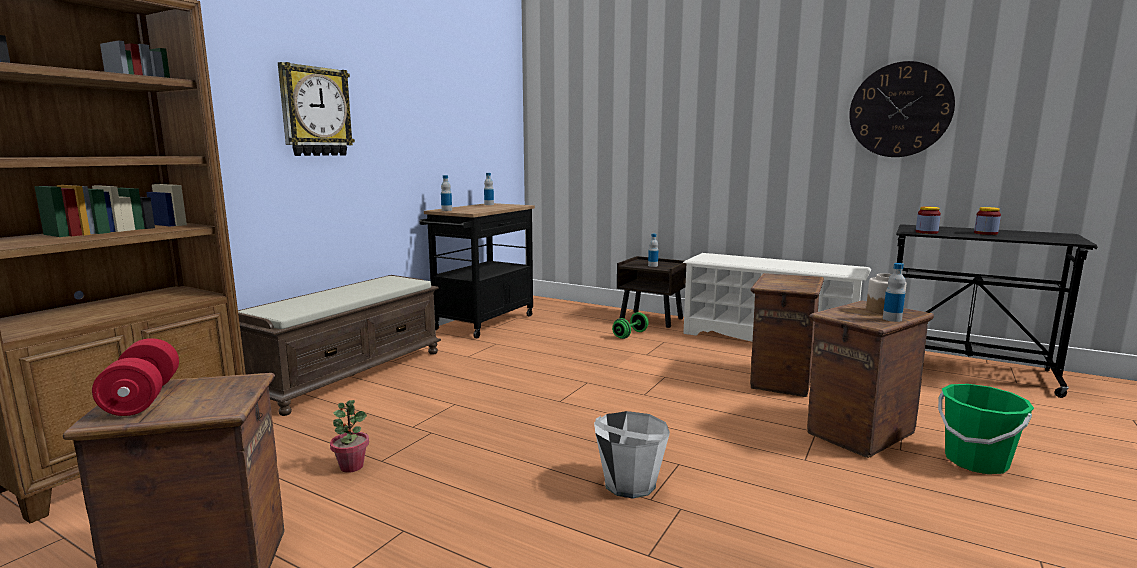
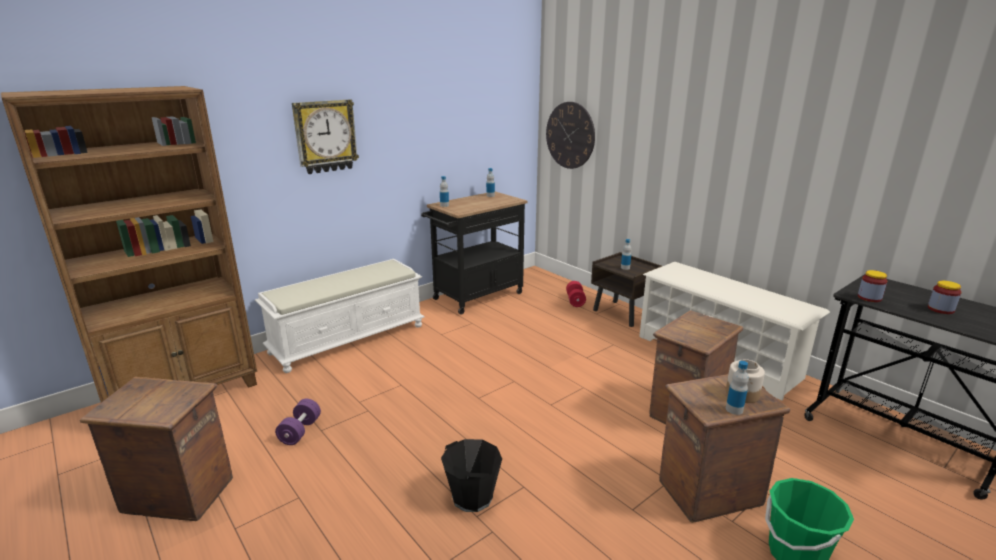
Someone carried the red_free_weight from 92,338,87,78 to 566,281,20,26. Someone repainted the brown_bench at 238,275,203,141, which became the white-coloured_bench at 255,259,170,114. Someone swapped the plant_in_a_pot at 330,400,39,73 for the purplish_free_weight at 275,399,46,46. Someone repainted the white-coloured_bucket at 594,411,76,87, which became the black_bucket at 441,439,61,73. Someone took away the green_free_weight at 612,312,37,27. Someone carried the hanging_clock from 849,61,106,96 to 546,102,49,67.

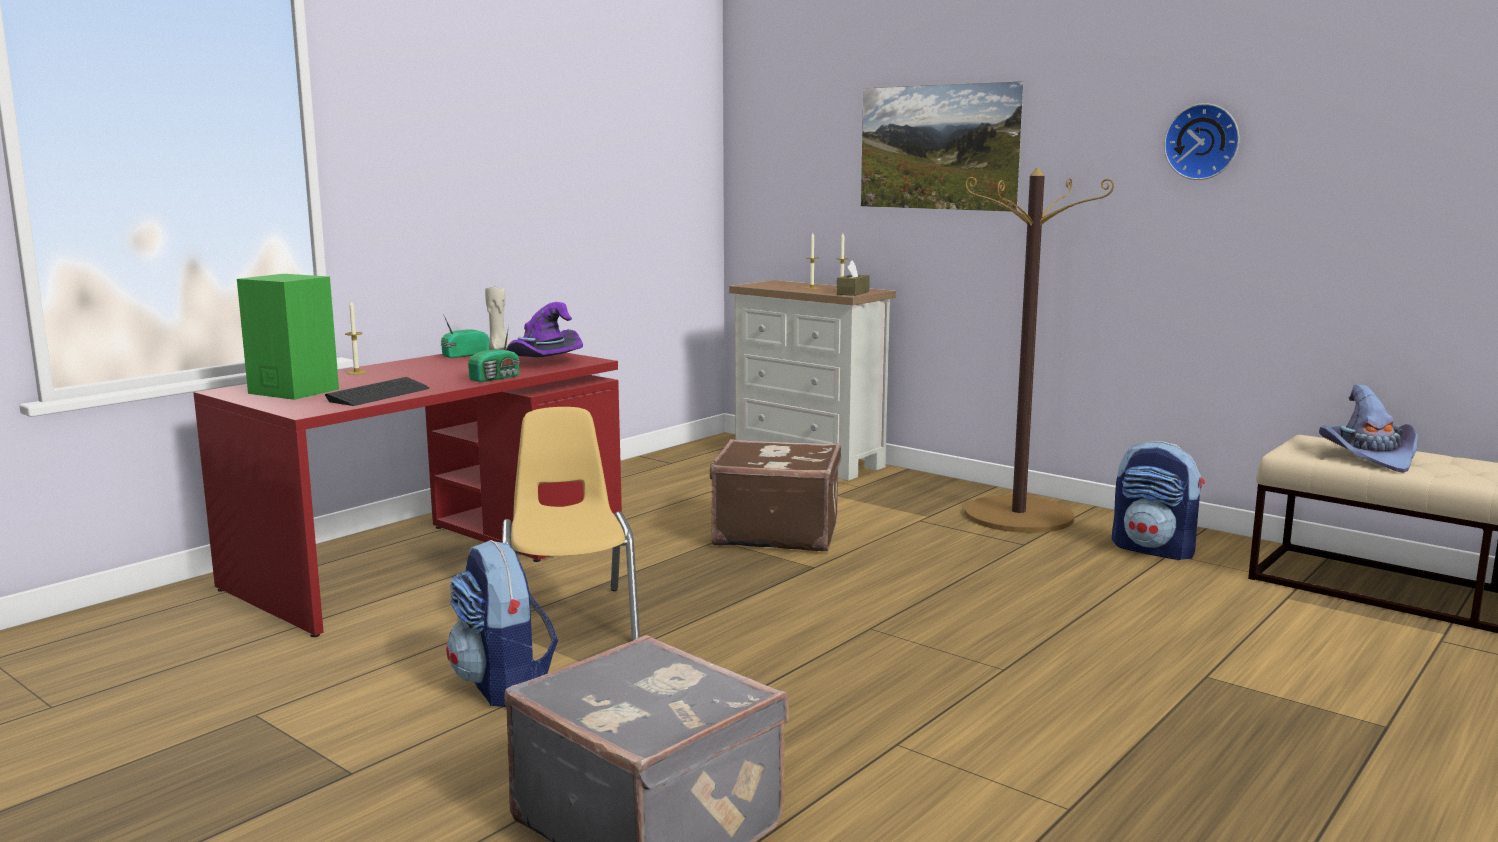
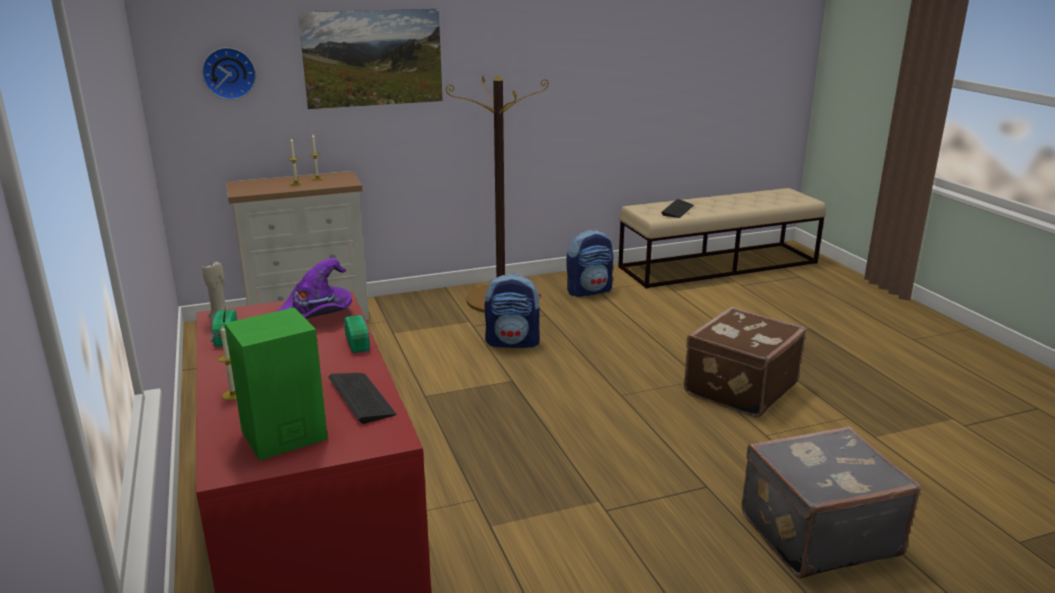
Someone carried the knapsack from 446,540,112,167 to 485,273,56,75. Someone took away the yellowish_plain_chair at 502,407,138,234. Someone carried the brown_travel_case from 710,439,131,112 to 684,307,122,110. Someone took away the brown_tissue_holder at 837,260,33,36. Someone carried the hanging_clock from 1164,103,76,77 to 202,47,54,53. Someone swapped the purplish_clothing_hat at 1319,385,99,88 for the PC_keyboard at 661,199,33,19.

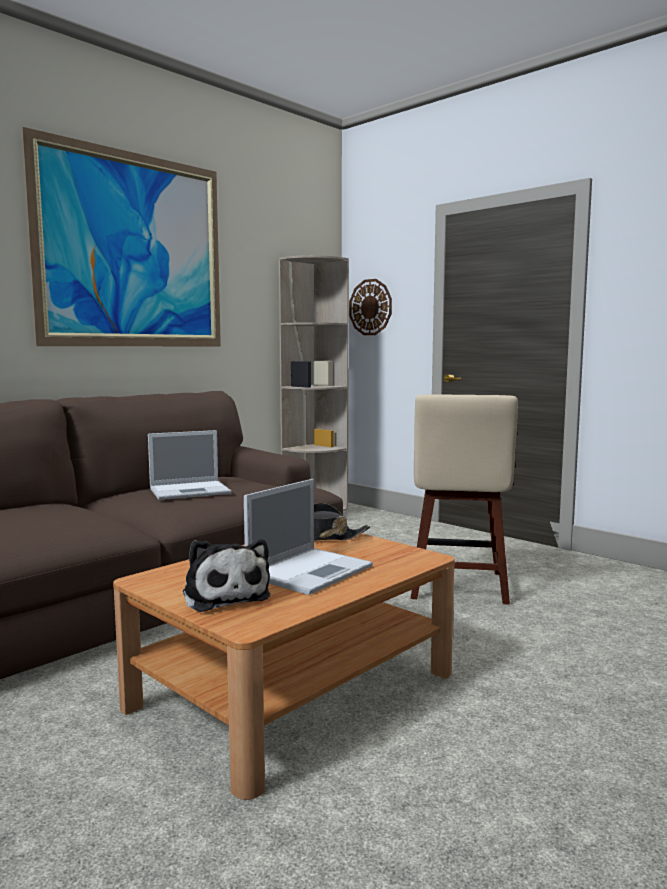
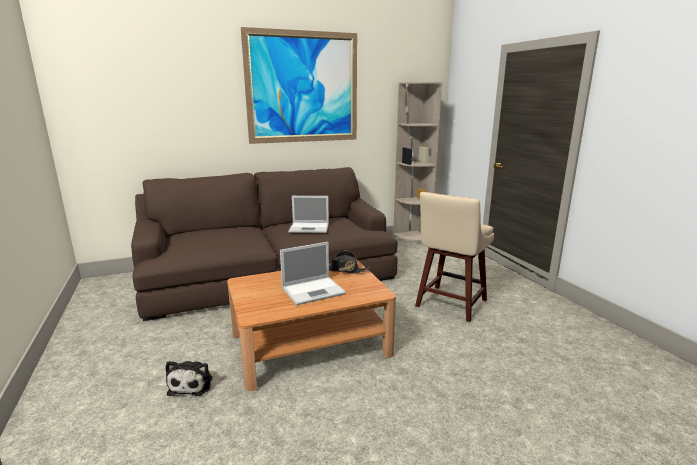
Someone carried the plush_toy from 183,539,88,73 to 165,361,47,35. Someone took away the hanging_clock at 349,279,43,56.

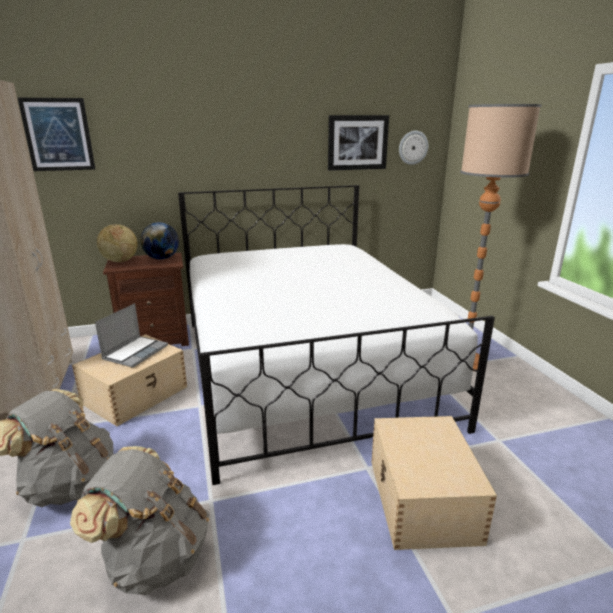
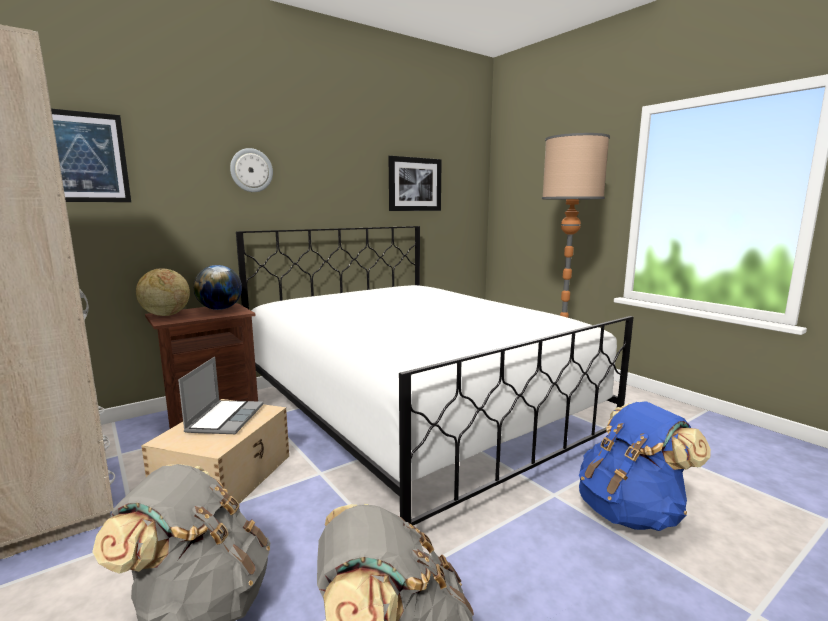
Someone swapped the beige-coloured_storage_box at 371,416,126,134 for the blue-coloured_knapsack at 579,401,132,130. Someone carried the hanging_clock from 399,131,29,34 to 230,148,43,44.

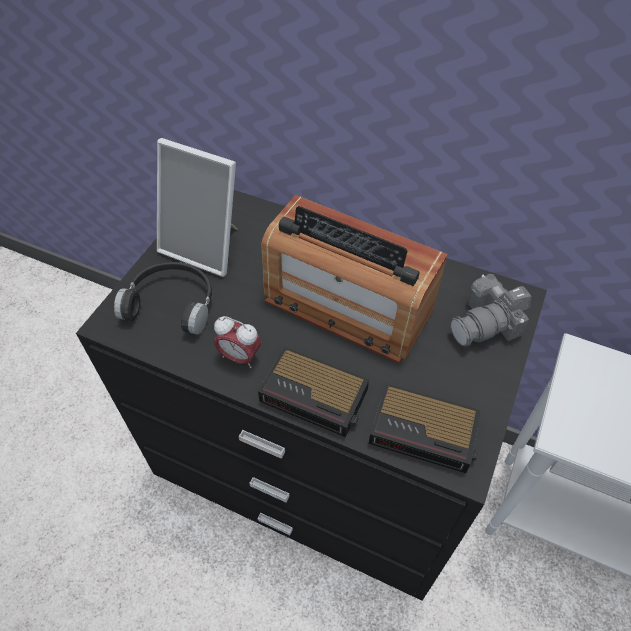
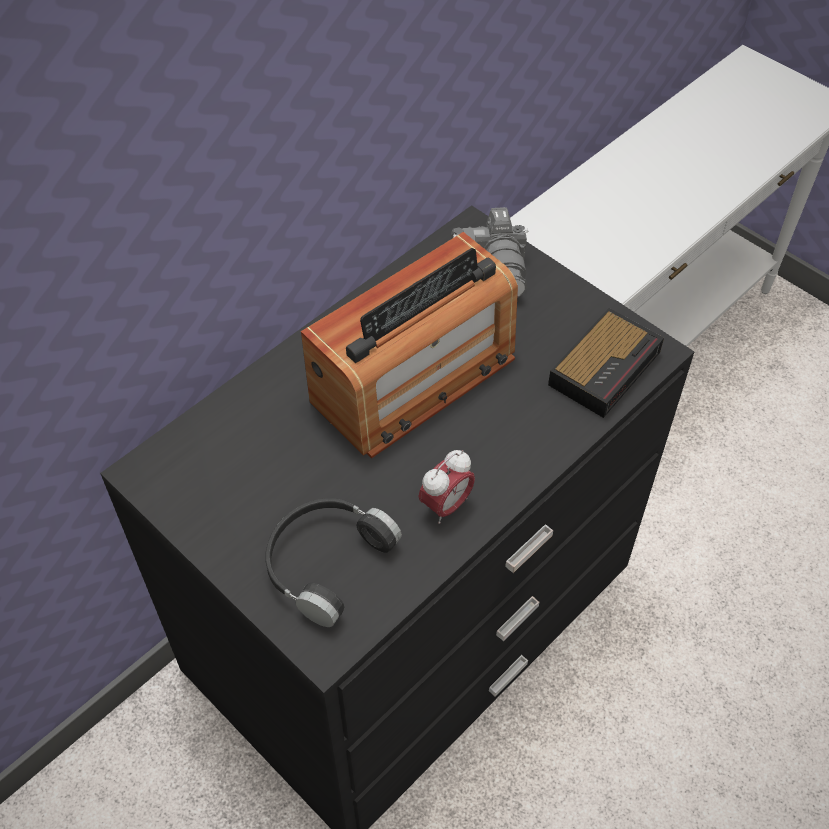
Someone took away the photo_frame at 157,138,81,139. Someone took away the table_clock at 258,347,111,90.

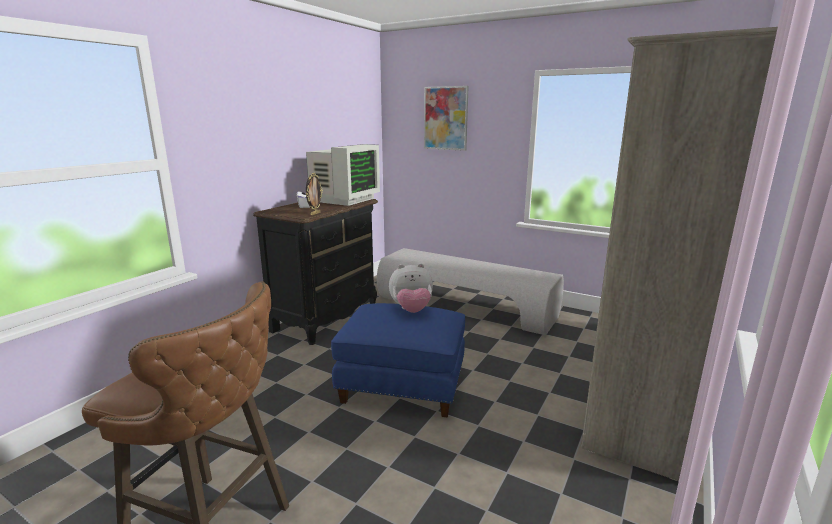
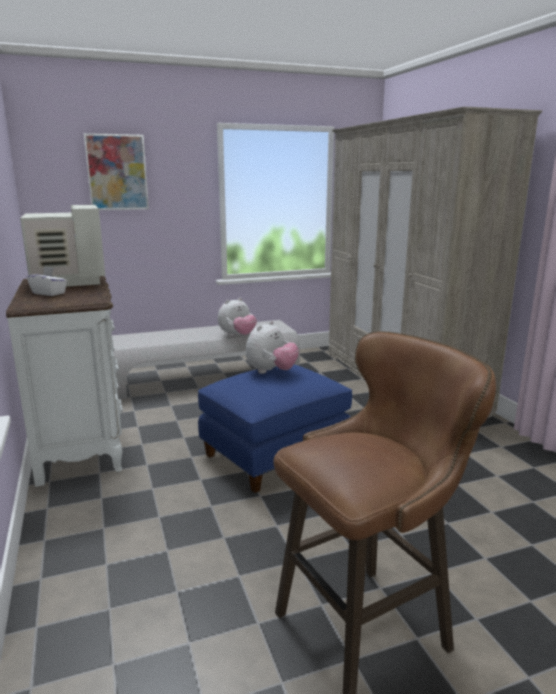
Someone repainted the black_drawer_chest at 253,199,125,146, which became the white-coloured_drawer_chest at 6,276,117,211. Someone took away the photo_frame at 306,173,17,42. Someone put down the plush_toy at 218,298,39,38.

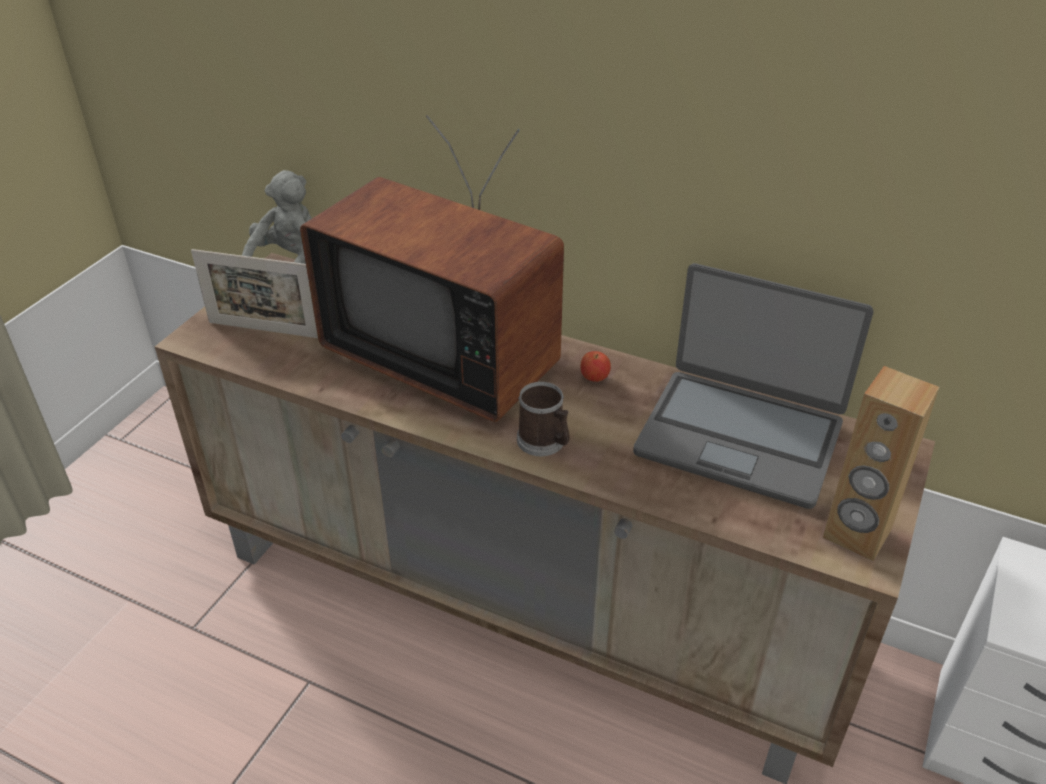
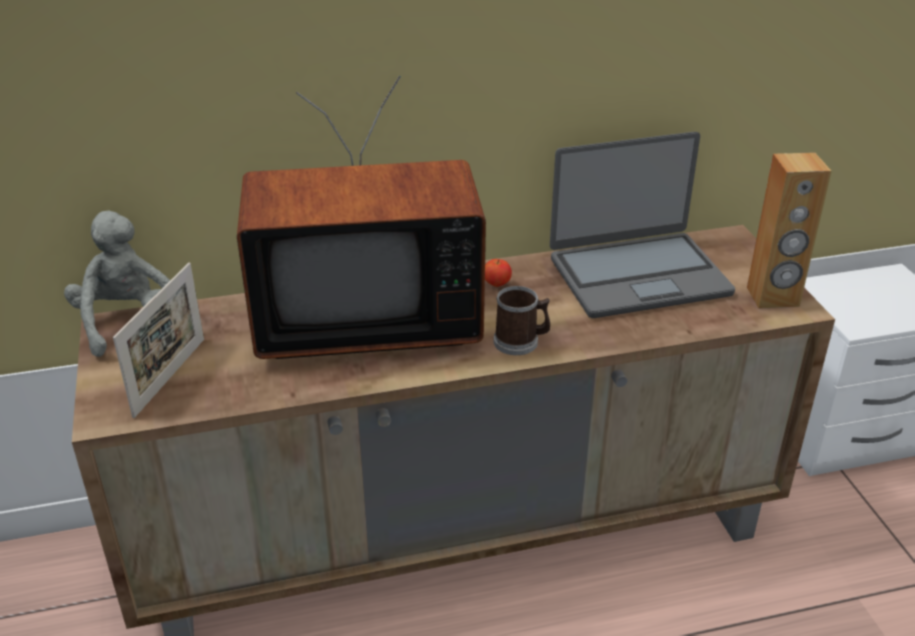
Someone rotated the photo_frame at 191,249,127,89 by 45 degrees counterclockwise.

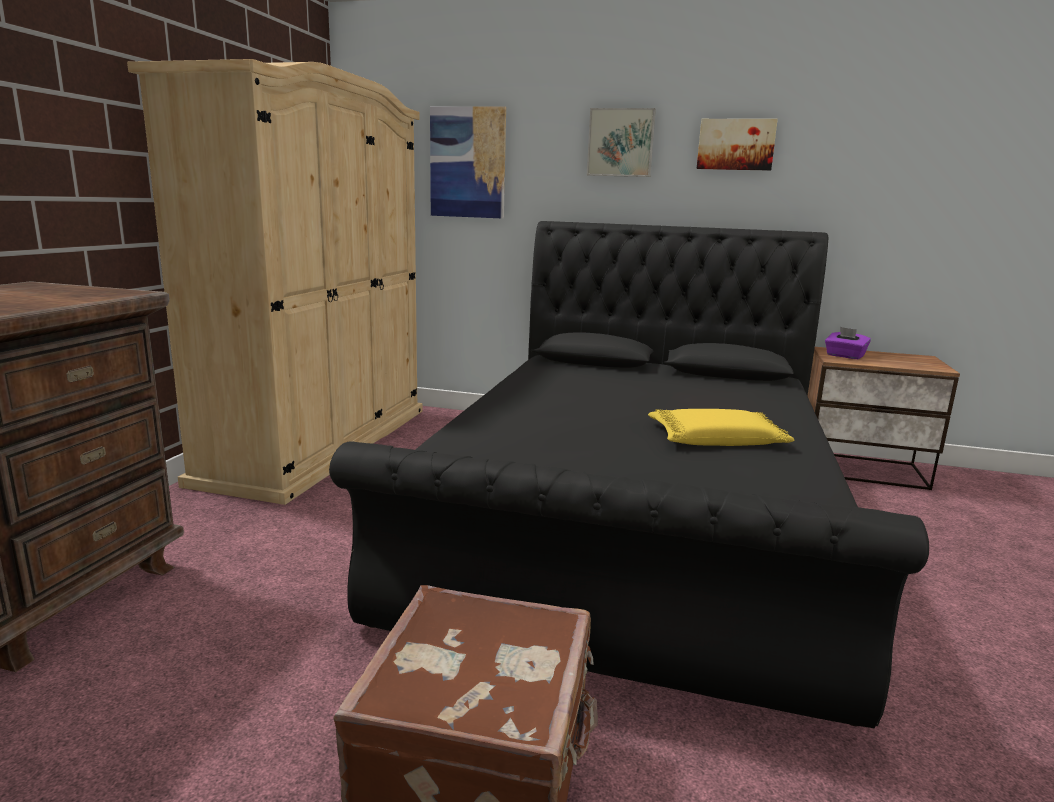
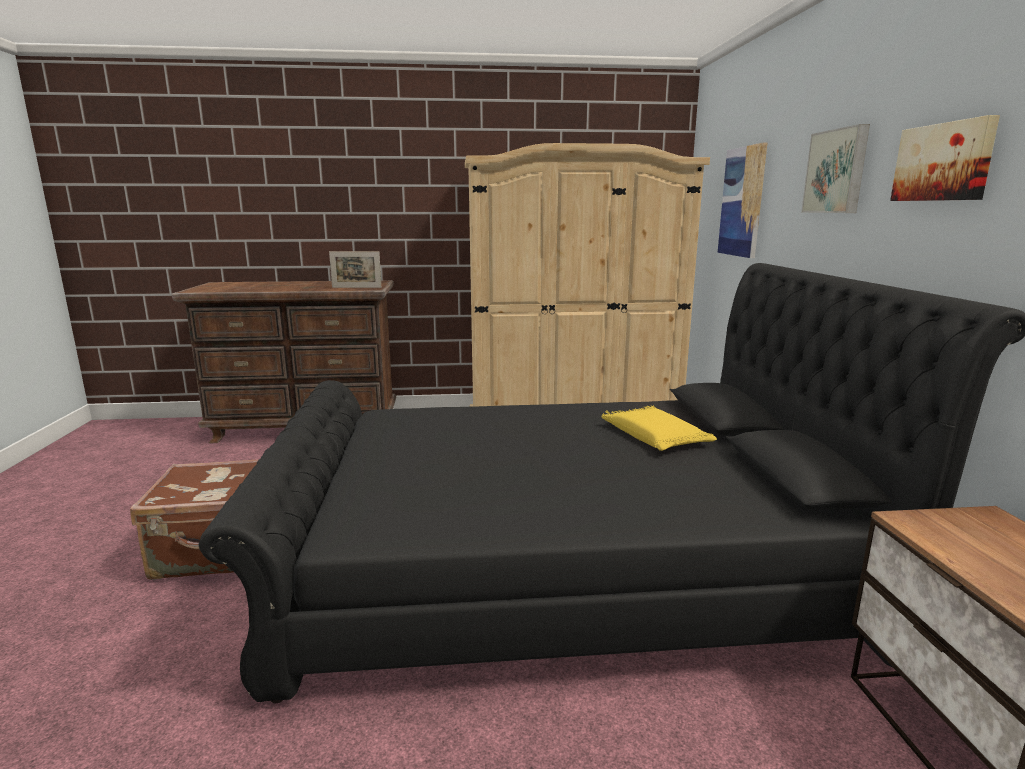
Someone carried the yellowish_cushion from 648,409,146,37 to 601,405,116,46. Someone took away the purplish_tissue_holder at 825,327,46,32. Someone put down the photo_frame at 329,251,52,37.

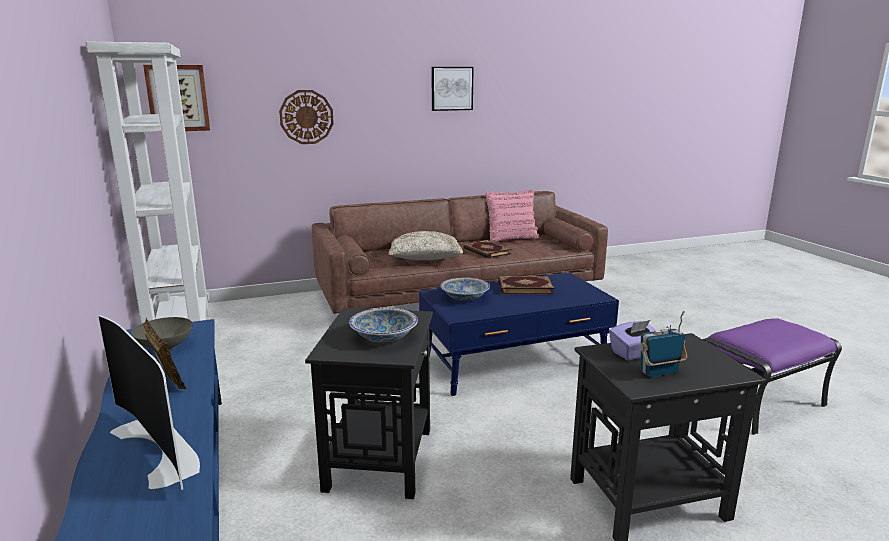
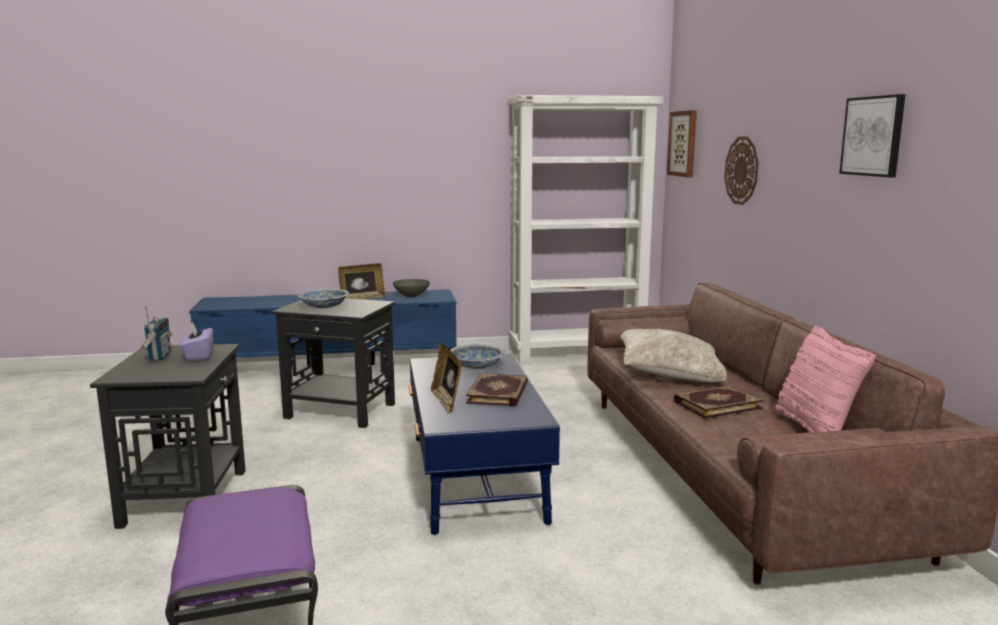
Someone took away the TV_set at 98,315,102,175. Someone put down the photo_frame at 431,342,31,71.

